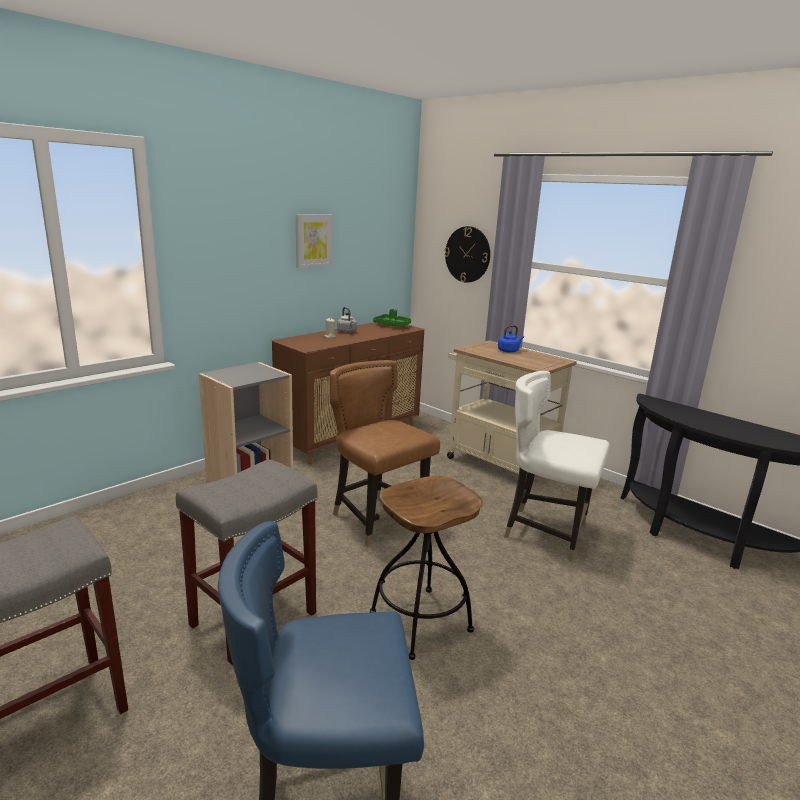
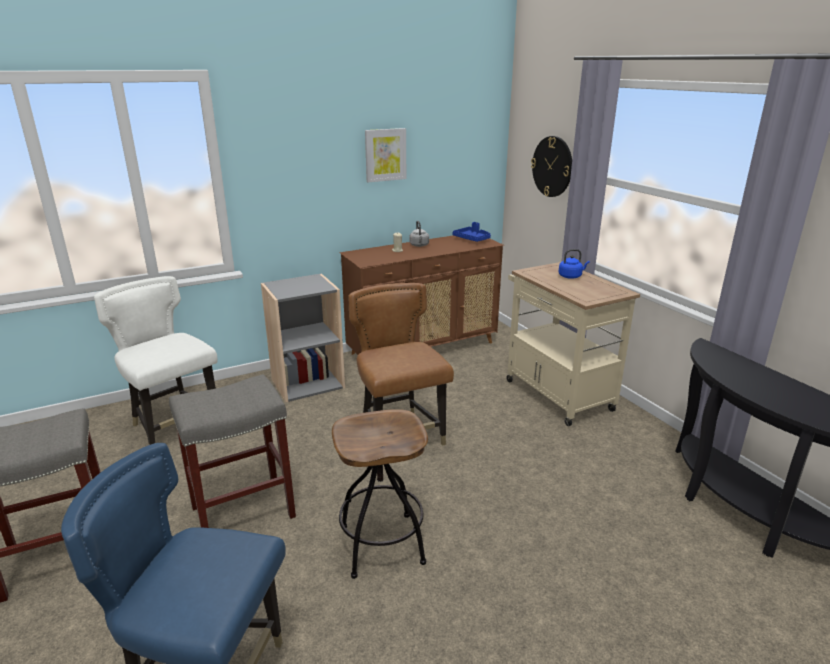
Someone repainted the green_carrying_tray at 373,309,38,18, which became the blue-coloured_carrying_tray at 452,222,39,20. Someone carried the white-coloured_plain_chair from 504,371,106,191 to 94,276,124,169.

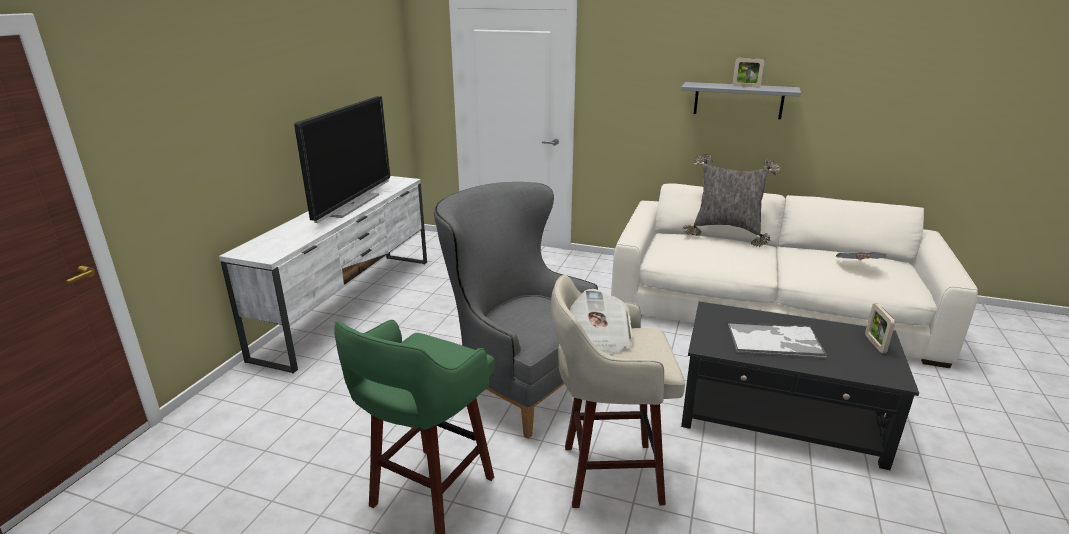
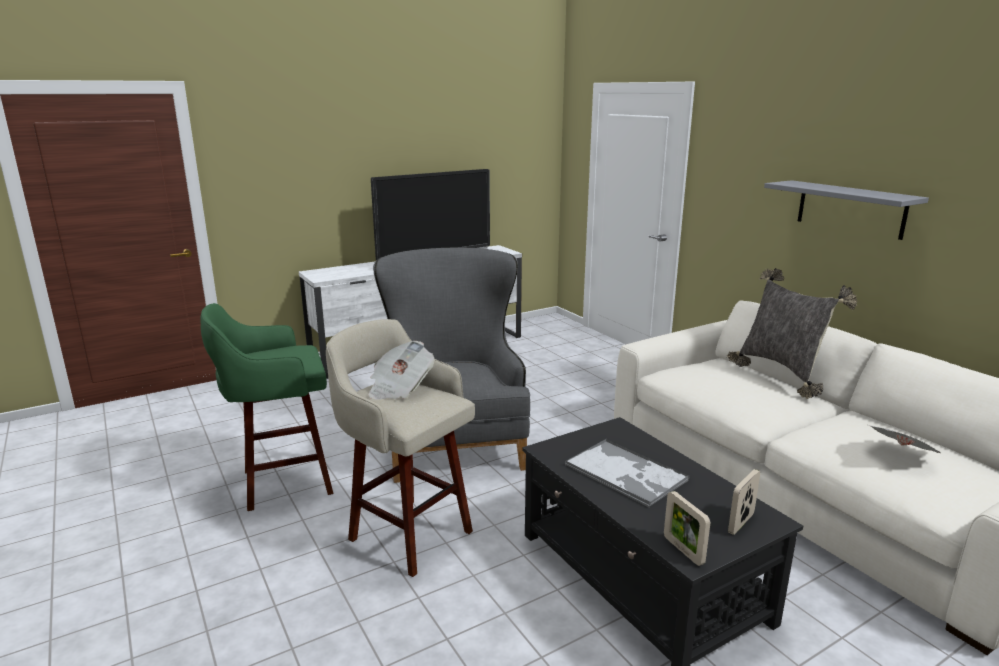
Someone carried the photo_frame from 733,58,32,30 to 664,491,46,75.

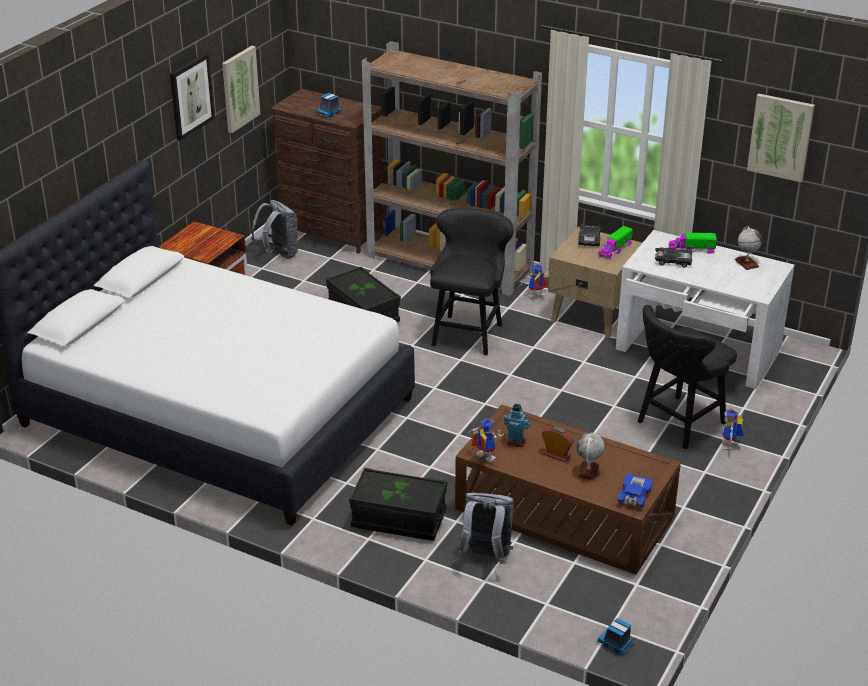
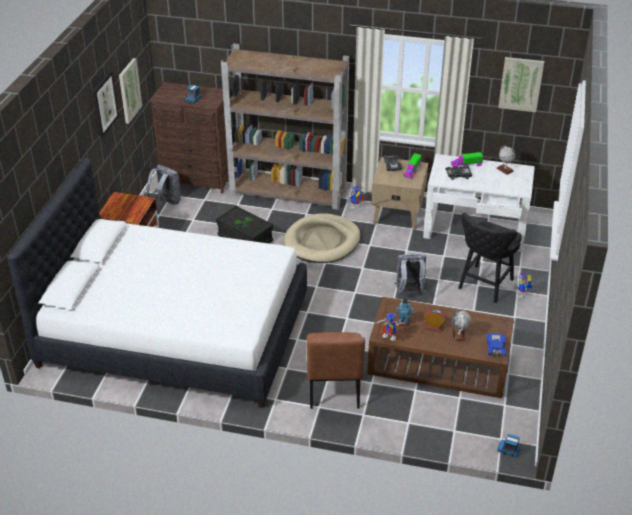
Someone swapped the black_storage_box at 349,468,98,73 for the brown_plain_chair at 307,332,58,77. Someone swapped the black_stool at 430,208,84,147 for the beige-coloured_dog_cushion at 284,213,76,50. Someone carried the grey_knapsack from 458,493,56,71 to 394,254,33,40.

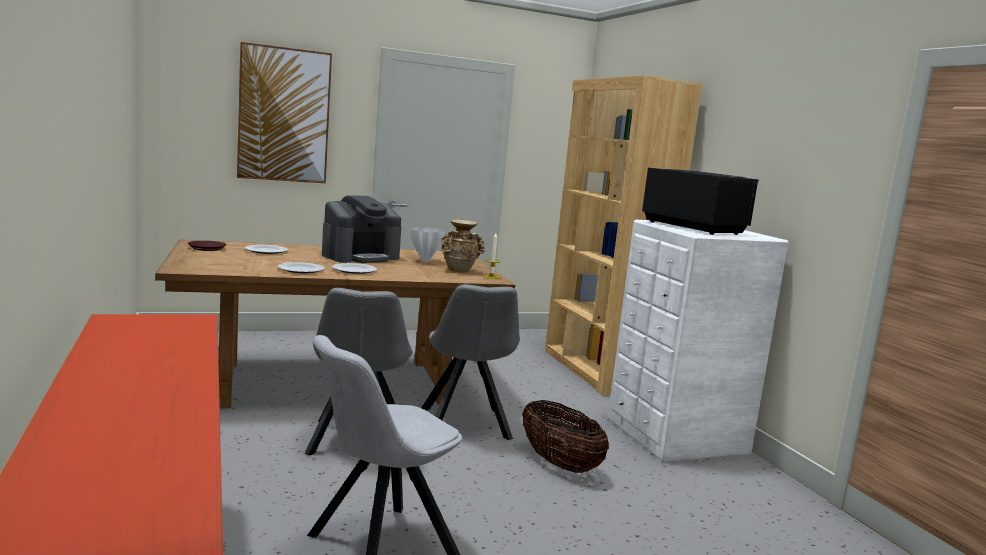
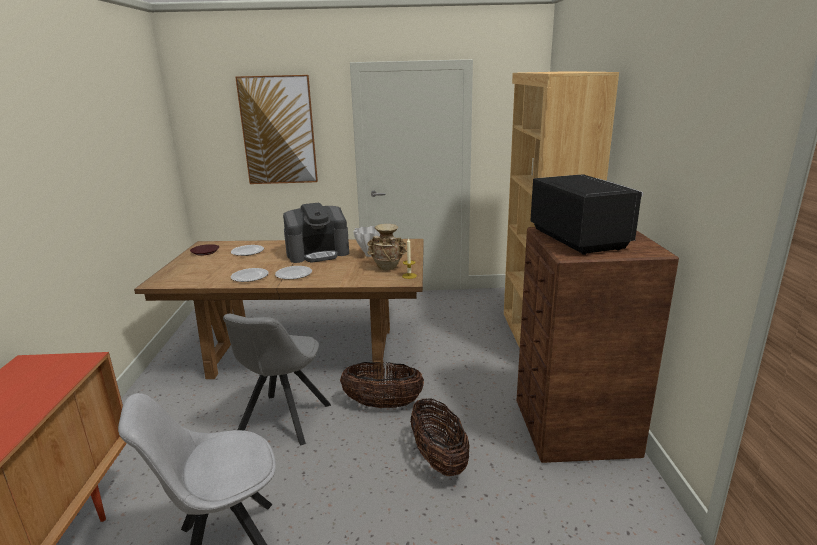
Someone swapped the grey_plain_chair at 421,284,99,156 for the household_basket at 340,362,84,46. Someone repainted the white-coloured_drawer_chest at 608,220,180,242, which became the brown_drawer_chest at 516,227,163,236.

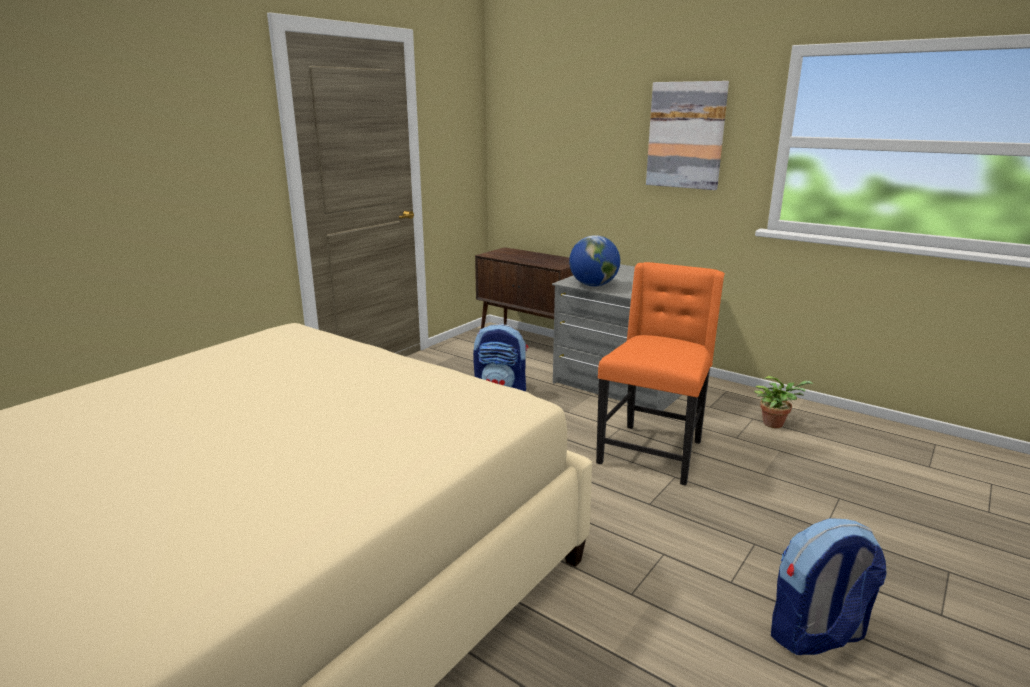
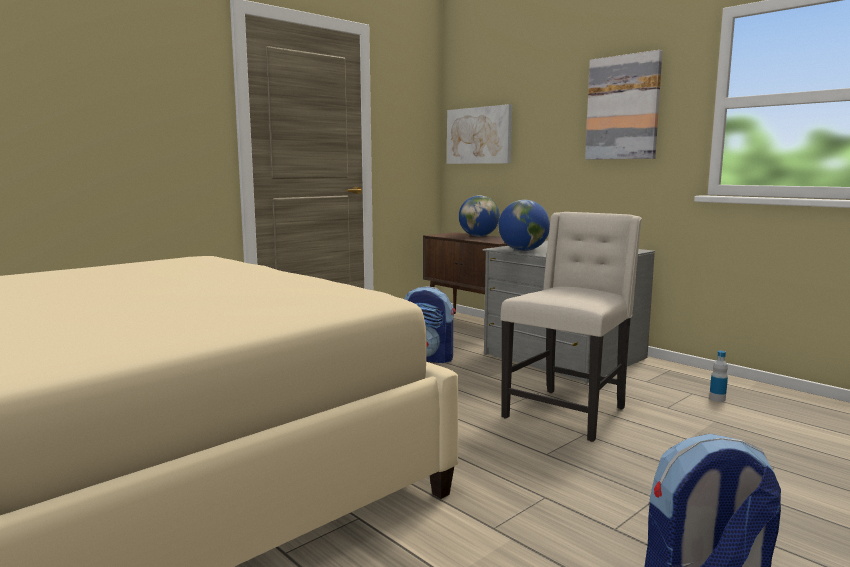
Someone repainted the orangey_plain_chair at 596,262,129,223, which became the beige-coloured_plain_chair at 501,212,141,230. Someone swapped the plant_in_a_pot at 754,376,59,52 for the bottle at 709,351,19,51. Someone put up the wall_picture at 447,104,65,60. Someone put down the world_globe at 459,195,41,42.

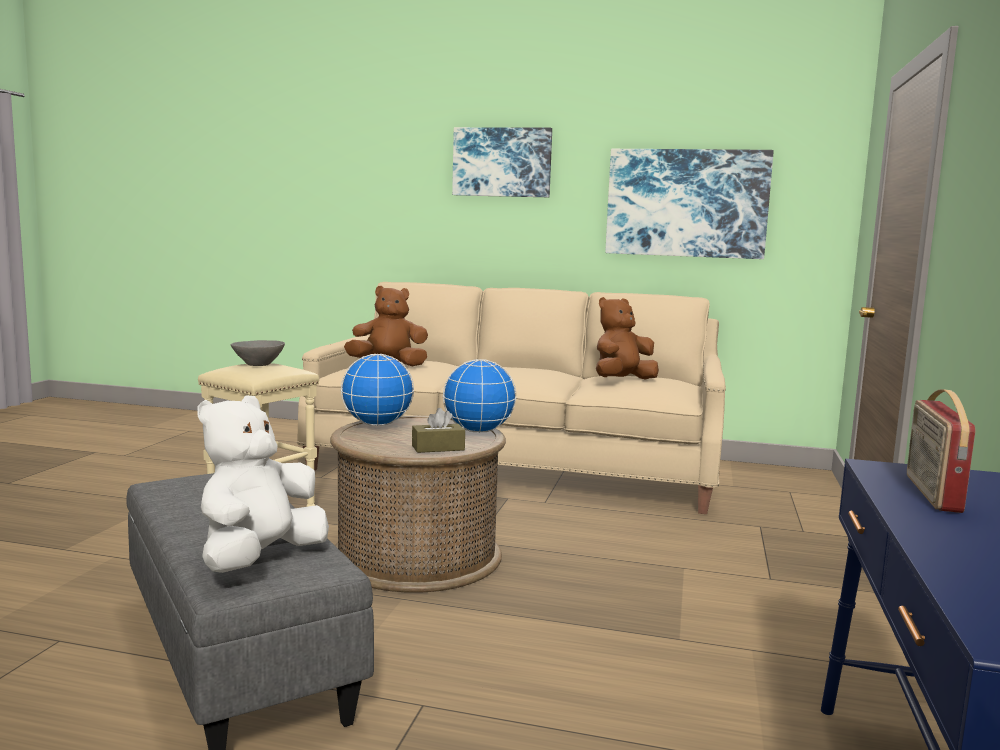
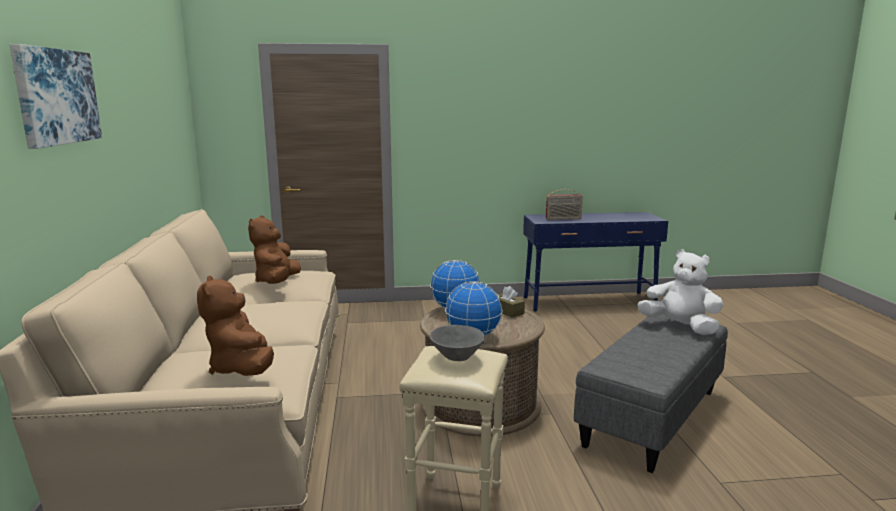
Someone rotated the white-coloured_plush_toy at 197,395,132,178 by 150 degrees counterclockwise. Someone rotated the brown_plush_toy at 596,297,63,83 by 60 degrees clockwise. Someone took away the wall_picture at 605,149,169,110.

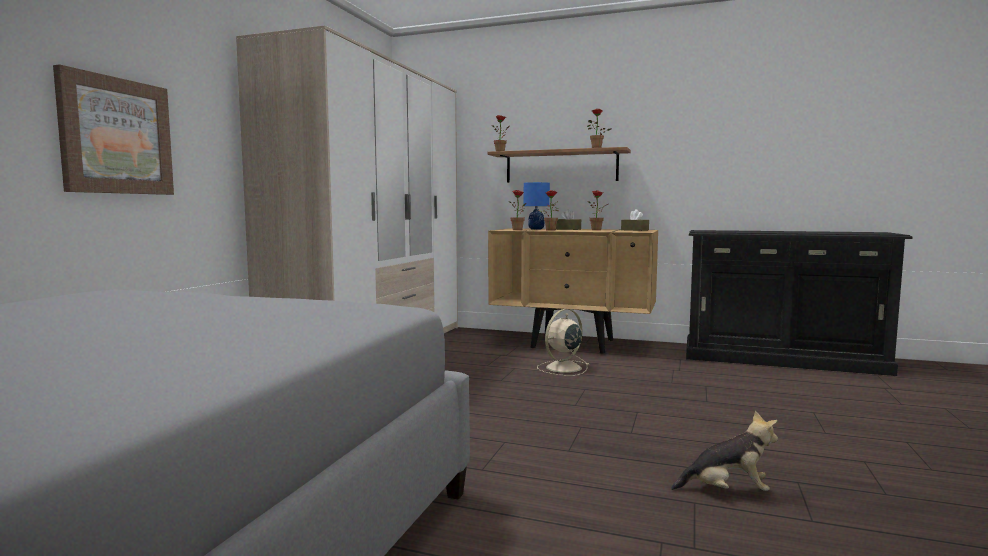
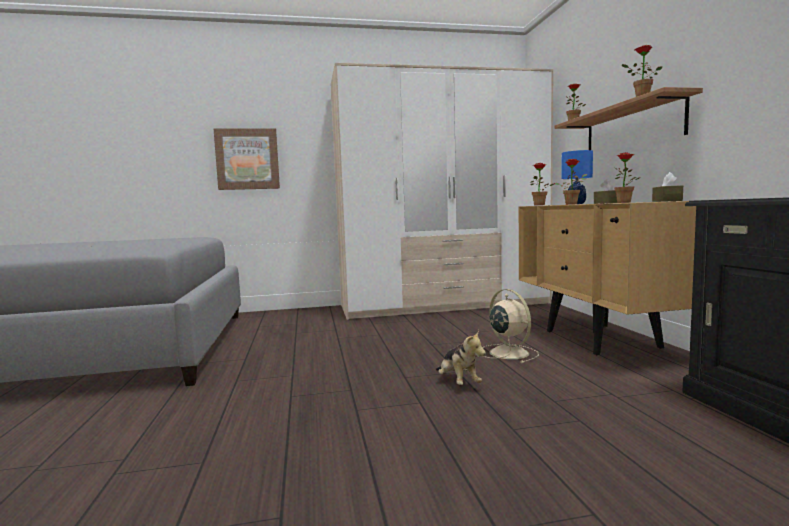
Someone rotated the beige-coloured_cooling_fan at 537,309,52,67 by 45 degrees clockwise. Someone carried the plush_toy from 671,411,107,80 to 436,330,50,55.

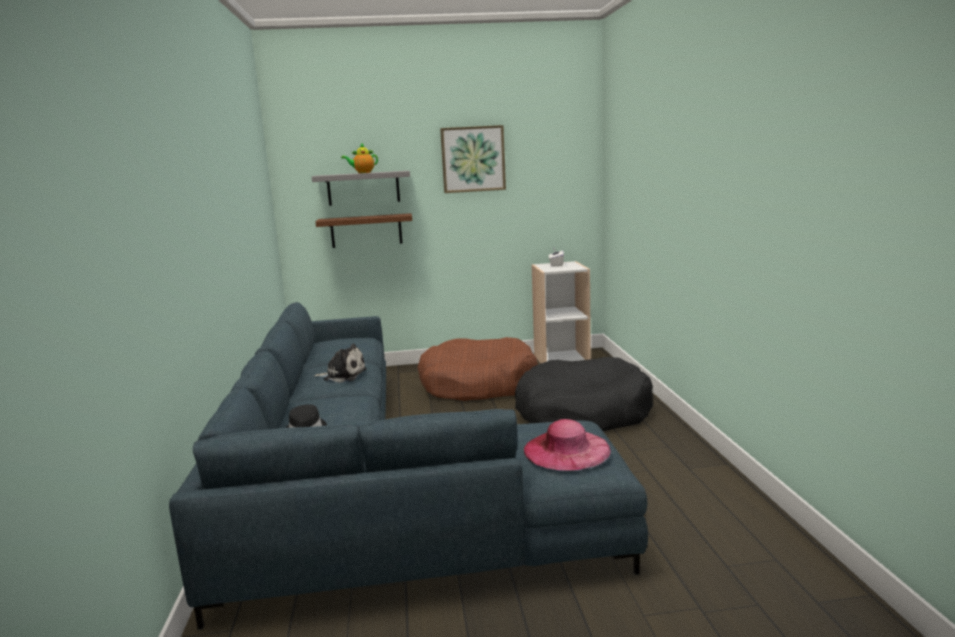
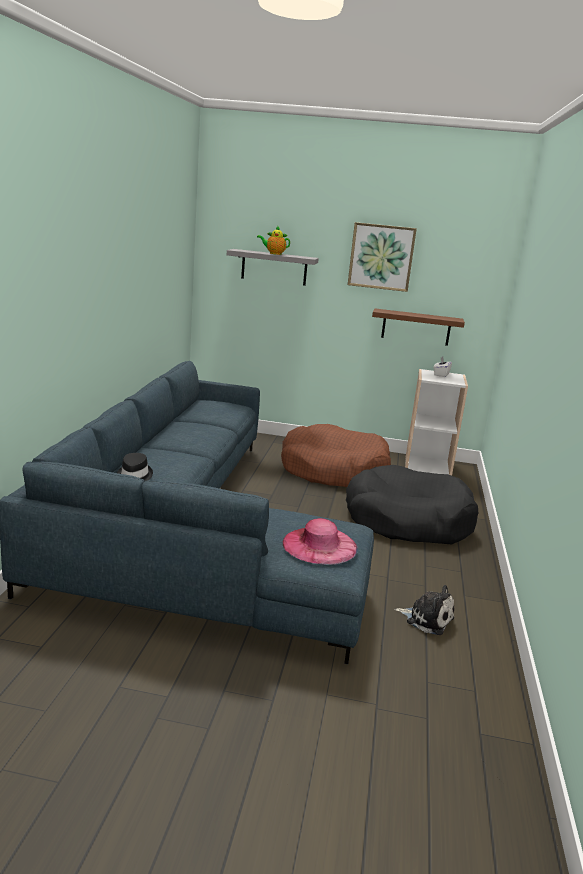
Someone carried the plush_toy from 314,343,53,40 to 394,585,60,50. Someone carried the brown_bracket_shelf from 315,213,97,35 to 372,308,93,38.

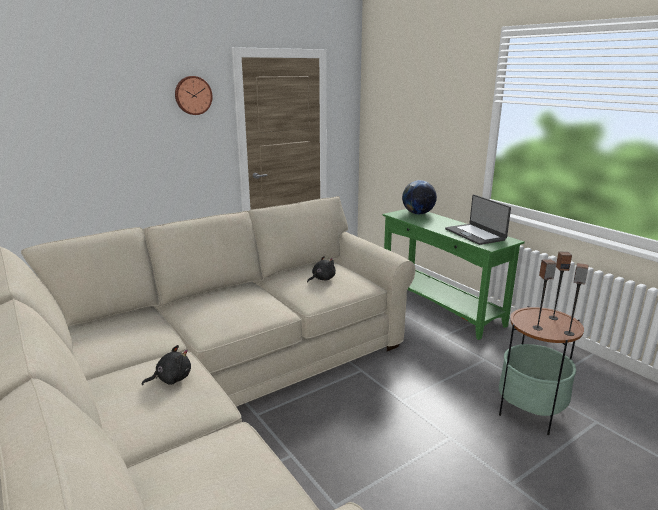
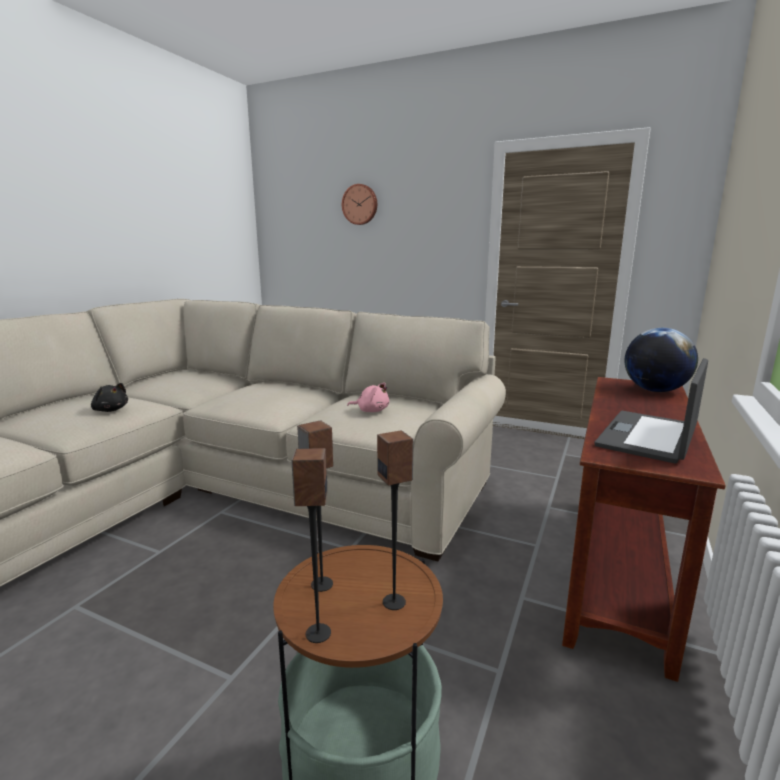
Someone carried the hanging_clock from 175,76,37,39 to 342,184,35,41. Someone repainted the black_plush_toy at 307,256,29,27, which became the pink-coloured_plush_toy at 347,383,42,29. Someone repainted the green_hall_table at 382,209,143,131, which became the brown_hall_table at 562,377,164,305.

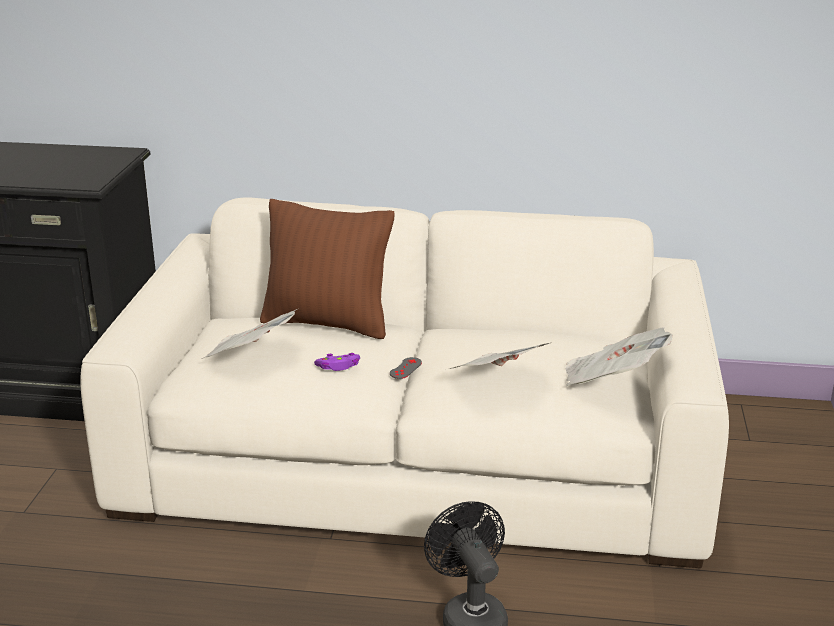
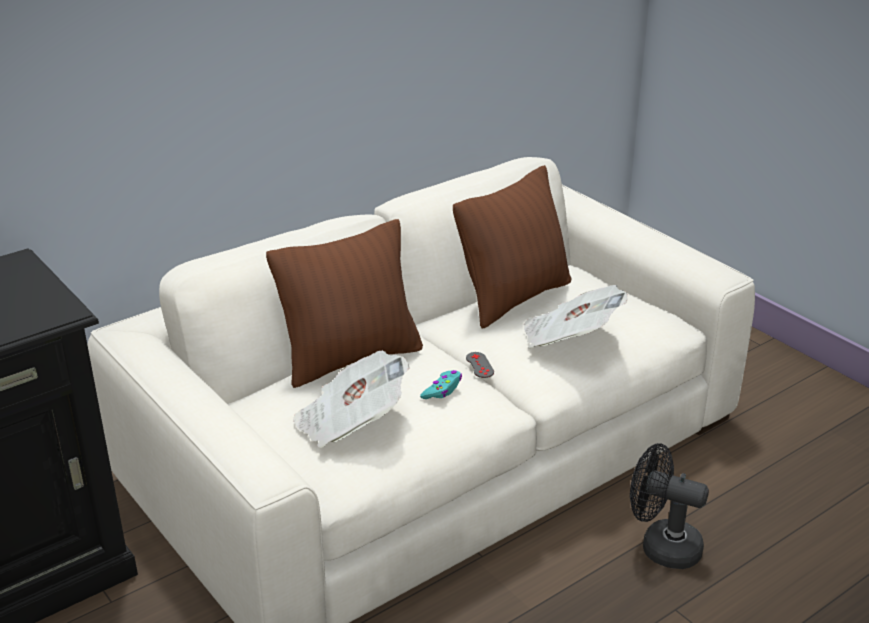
Someone repainted the purplish_game_controller at 314,353,46,18, which became the blue-green_game_controller at 420,370,42,29. Someone took away the printed_paper at 566,328,107,58. Someone put down the brown_cushion at 453,165,118,164.

